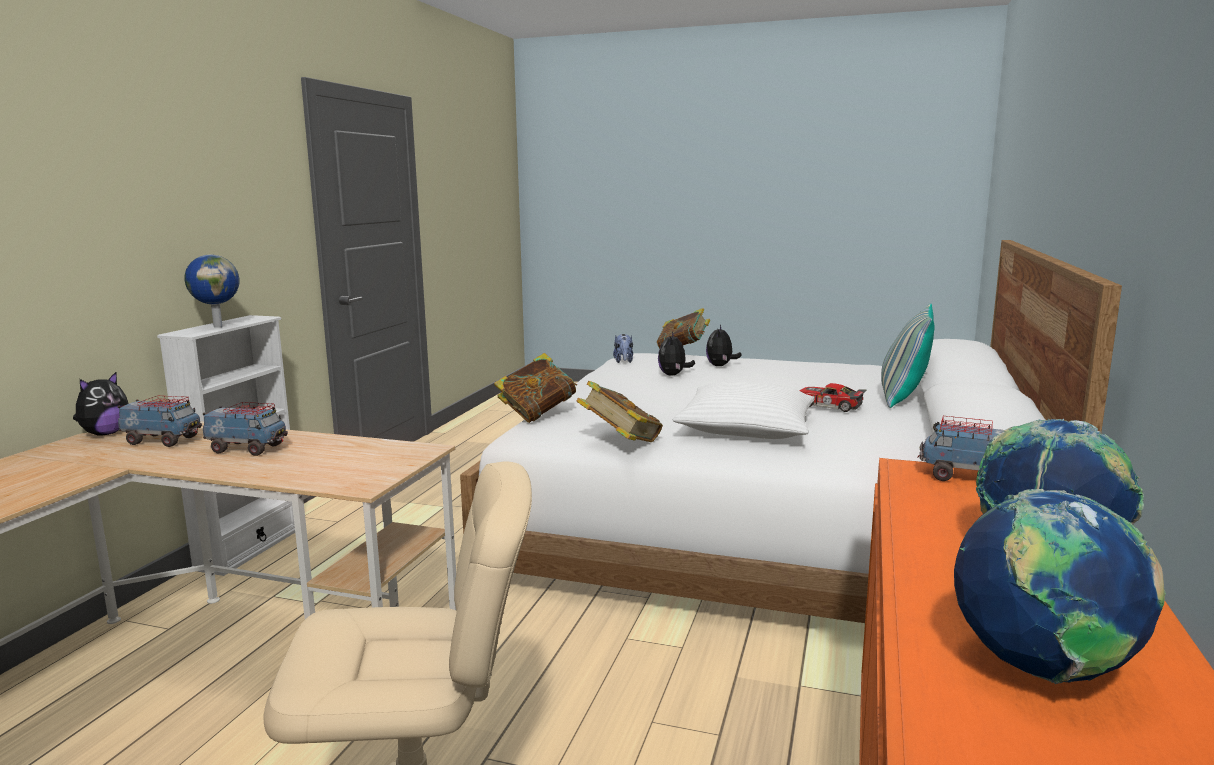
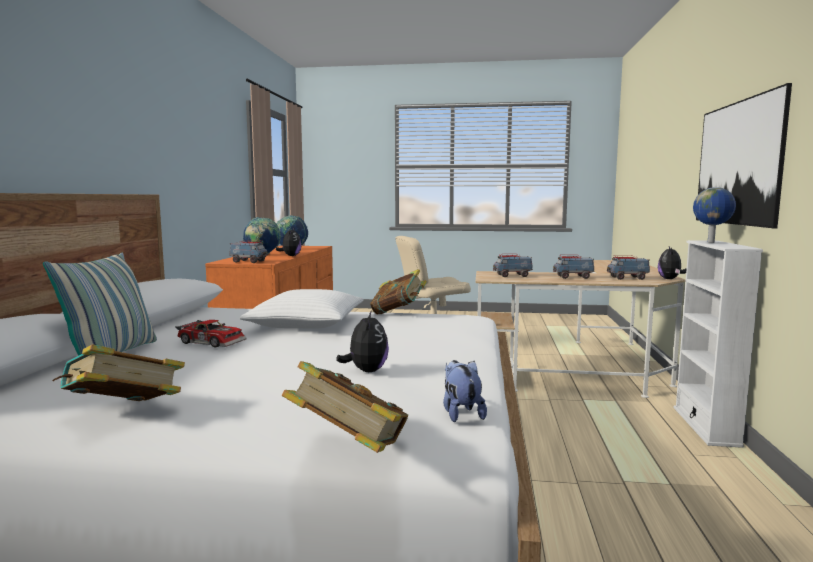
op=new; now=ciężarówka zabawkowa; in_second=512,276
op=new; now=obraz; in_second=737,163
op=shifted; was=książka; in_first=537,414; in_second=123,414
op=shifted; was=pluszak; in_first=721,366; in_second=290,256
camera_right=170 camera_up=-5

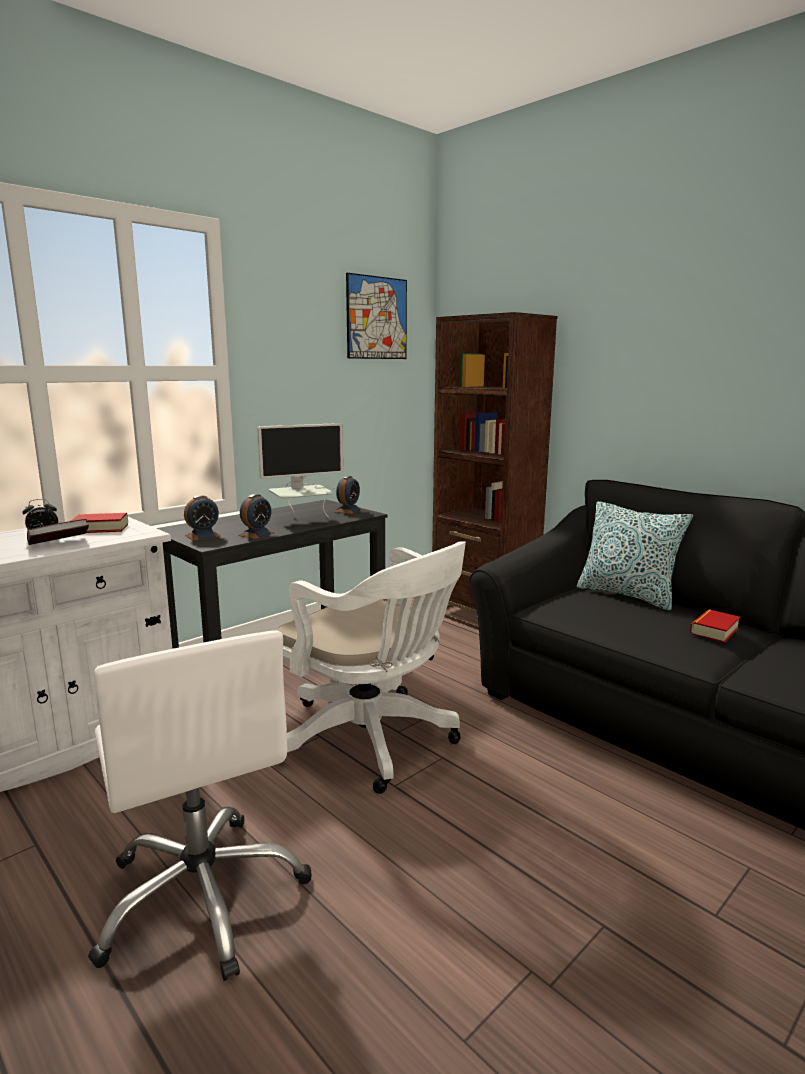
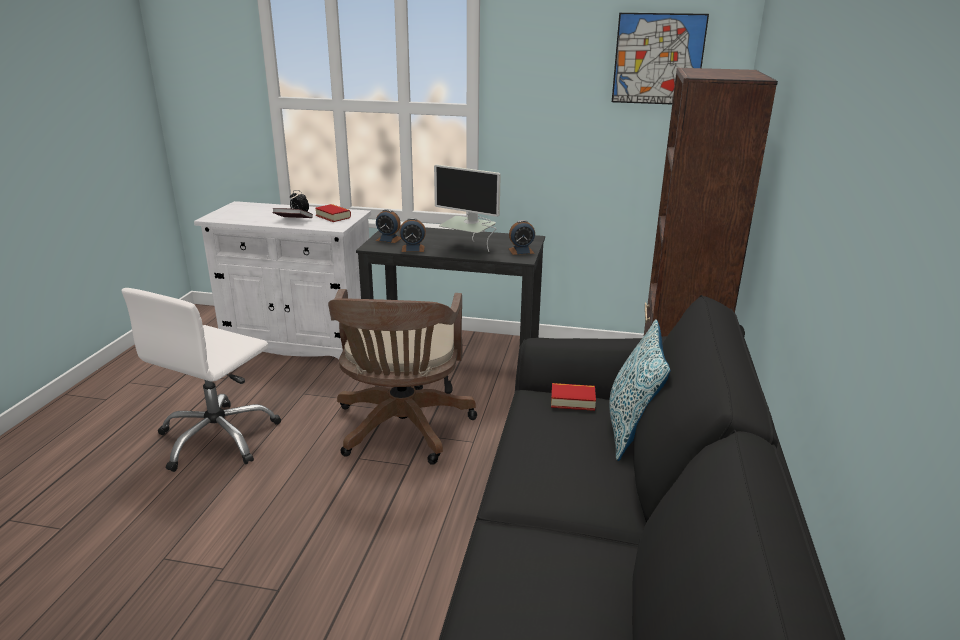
op=shifted; was=książka; in_first=714,631; in_second=572,401
op=repainted; was=krzesło biurowe [biały]; now=krzesło biurowe [brązowy]; in_first=373,740; in_second=402,430
camera_right=55 camera_up=10

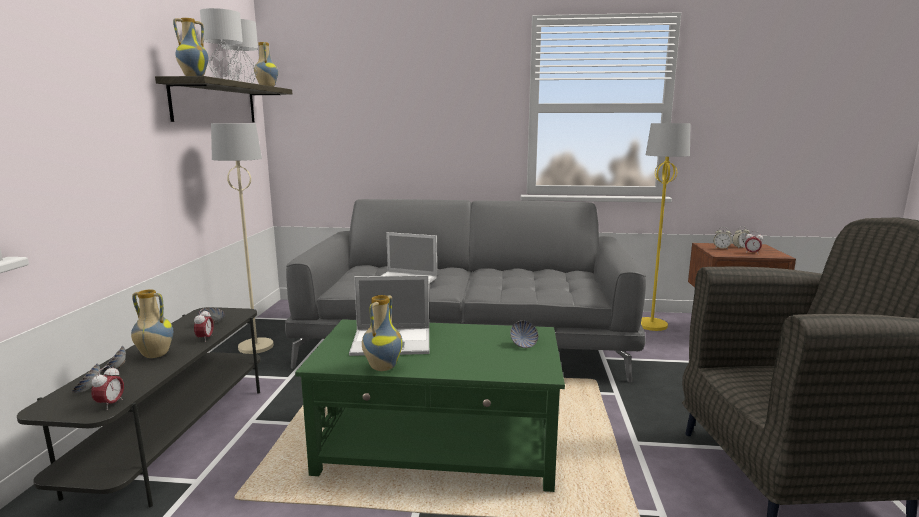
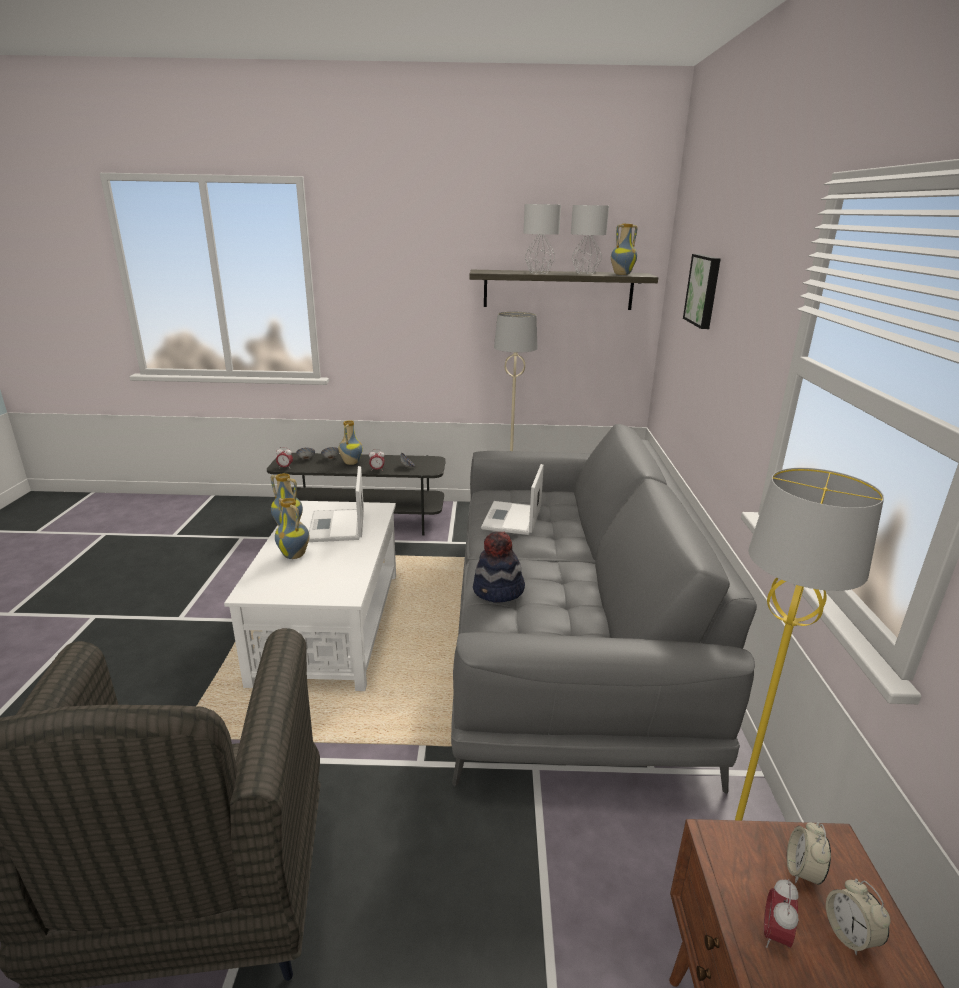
op=gone; was=miska; in_first=523,344
op=new; now=kapelusz; in_second=498,591
op=new; now=obraz; in_second=704,290
op=shifted; was=wazon; in_first=194,77; in_second=295,555
op=repainted; was=ława [zielony]; now=ława [biały]; in_first=439,445; in_second=329,625
camera_right=85 camera_up=10

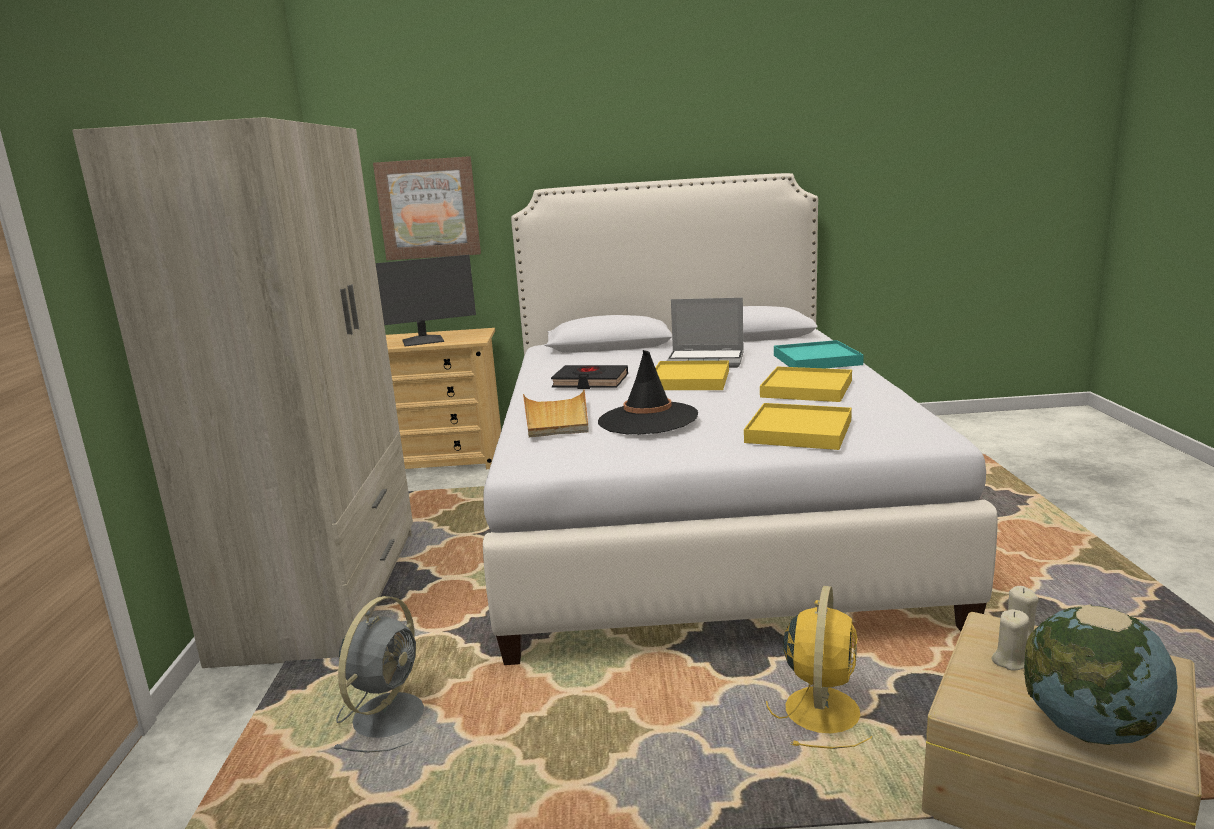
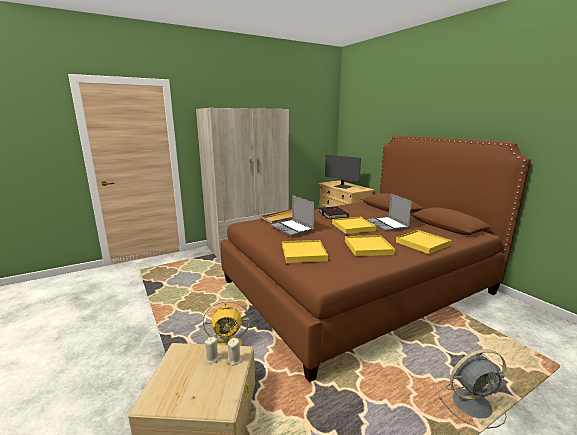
op=gone; was=obraz; in_first=428,208
op=gone; was=globus; in_first=1090,729
op=shifted; was=wentylator [szary]; in_first=391,714; in_second=473,403
op=swapped; was=kapelusz [czarny]; now=laptop; in_first=647,419; in_second=293,229
op=repainted; was=łóżko [biały]; now=łóżko [brązowy]; in_first=696,512; in_second=357,287
op=repainted; was=taca [turkusowy]; now=taca [żółty]; in_first=817,360; in_second=423,243
camera_right=60 camera_up=0

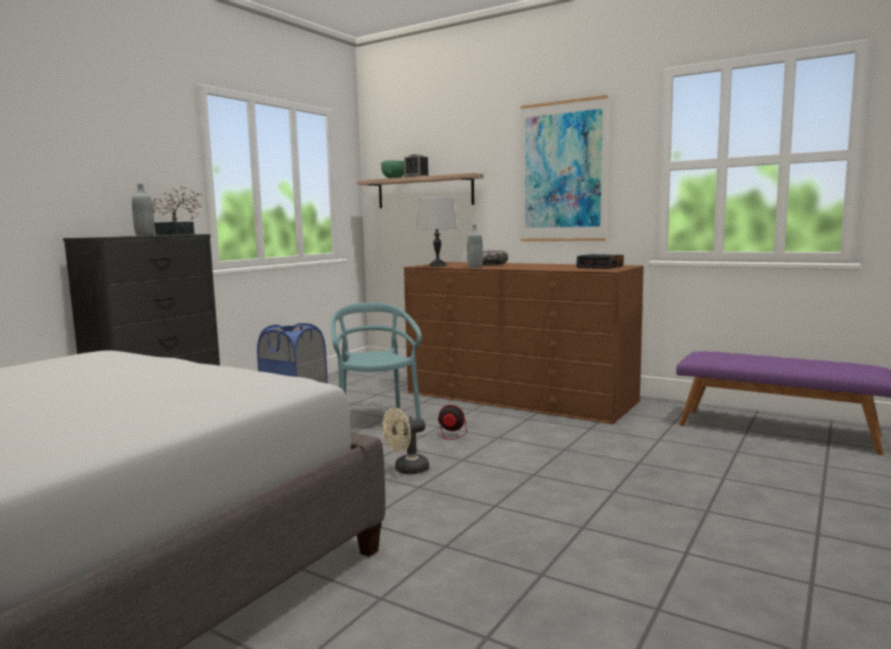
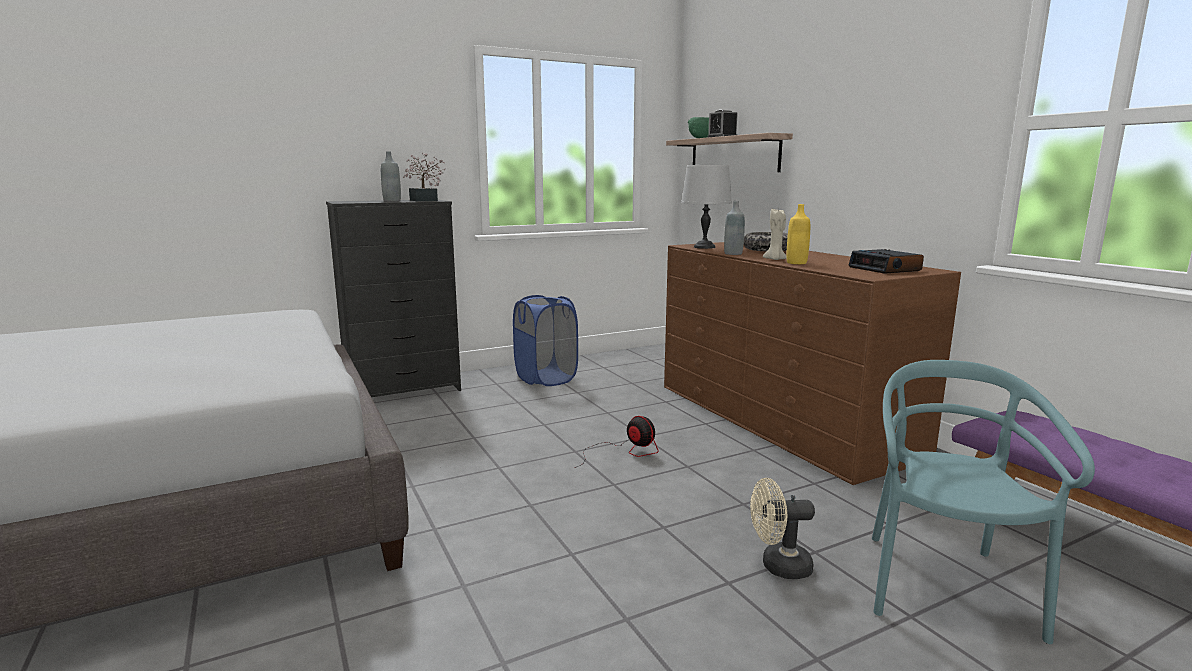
op=gone; was=obraz; in_first=562,172
op=new; now=świeca [beżowy]; in_second=775,259
op=new; now=butelka [żółty]; in_second=796,263
op=shifted; was=krzesło [turkusowy]; in_first=376,420; in_second=943,586
op=shifted; was=wentylator [beżowy]; in_first=406,470; in_second=778,566
camera_right=30 camera_up=5

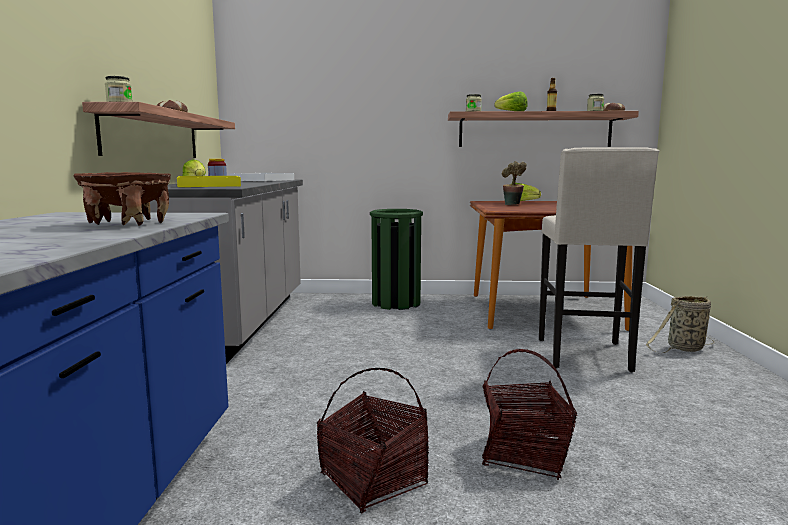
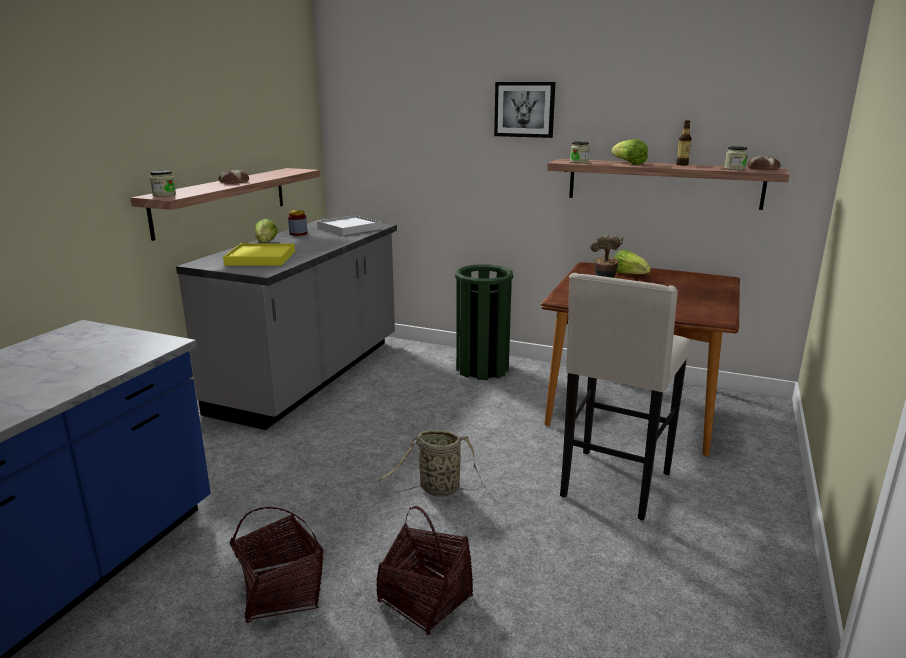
op=gone; was=miska [brązowy]; in_first=128,223
op=new; now=obraz; in_second=524,109
op=shifted; was=koszyk; in_first=683,349; in_second=436,490
camera_right=20 camera_up=10

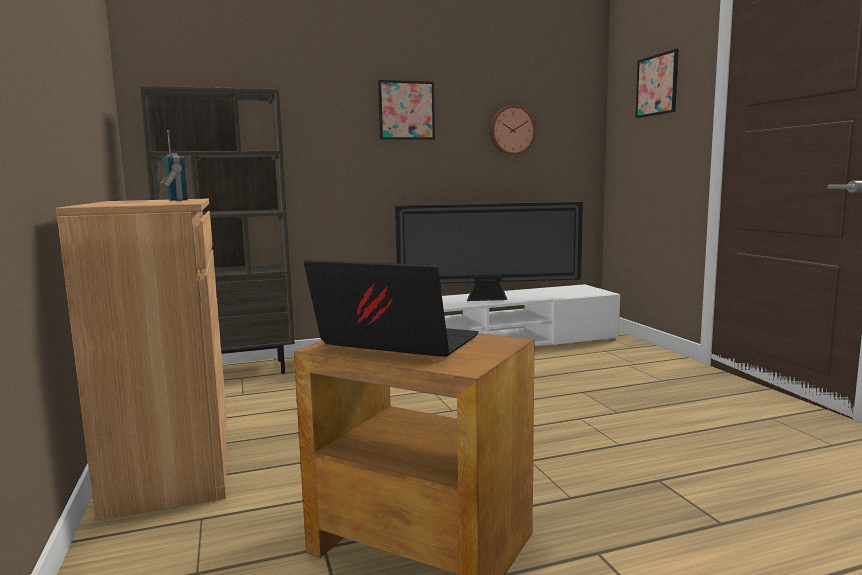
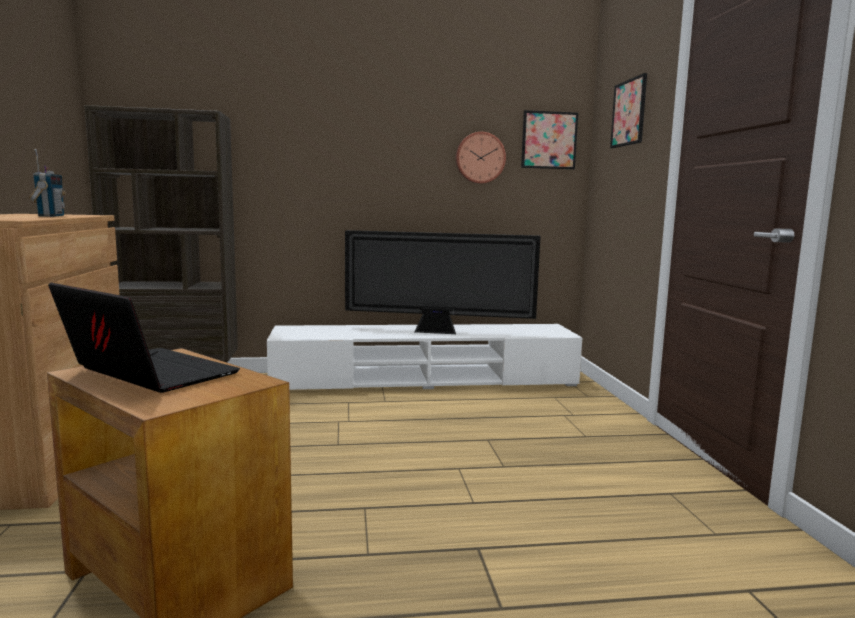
op=shifted; was=obraz; in_first=406,110; in_second=549,140
camera_right=10 camera_up=0

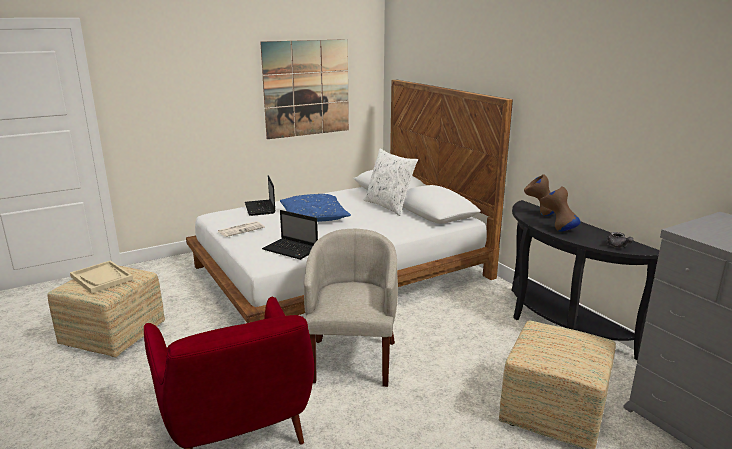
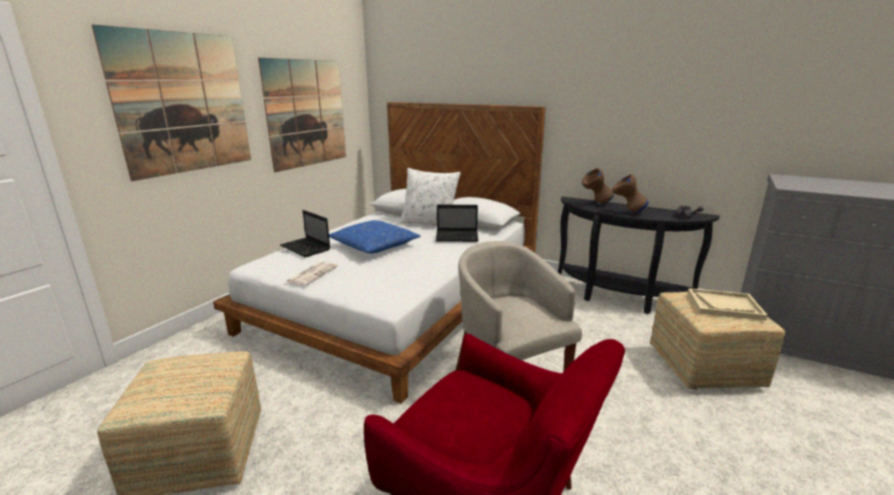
op=new; now=obraz; in_second=183,103
op=shifted; was=taca [beżowy]; in_first=102,278; in_second=724,306
op=shifted; was=laptop; in_first=291,250; in_second=458,237
camera_right=-30 camera_up=0

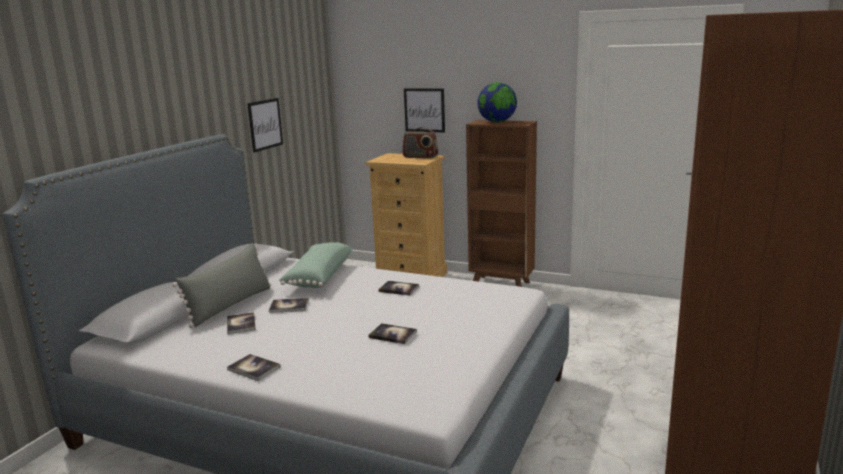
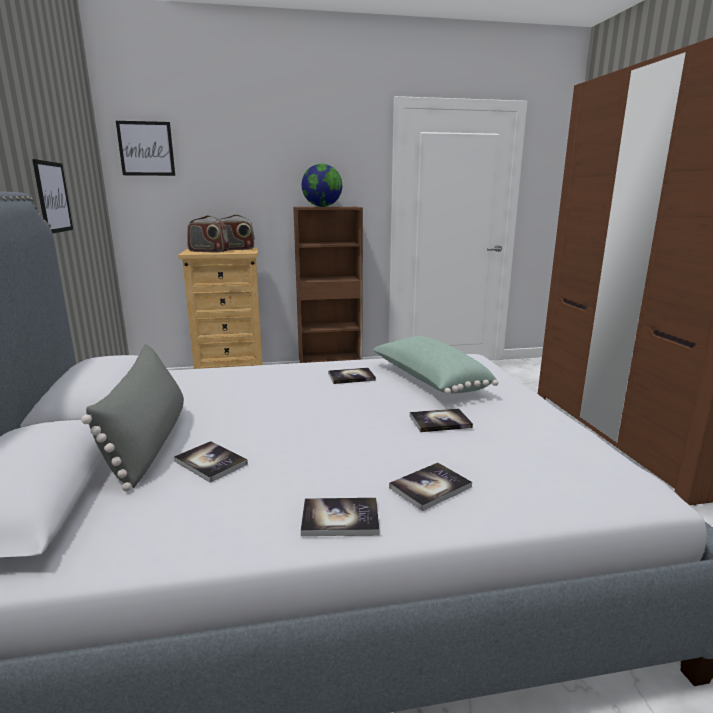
op=new; now=radio; in_second=208,251
op=shifted; was=książka; in_first=289,306; in_second=430,487
op=shifted; was=poduszka [zielony]; in_first=318,276; in_second=428,381
op=shifted; was=obraz; in_first=424,110; in_second=146,148
camera_right=-35 camera_up=0

